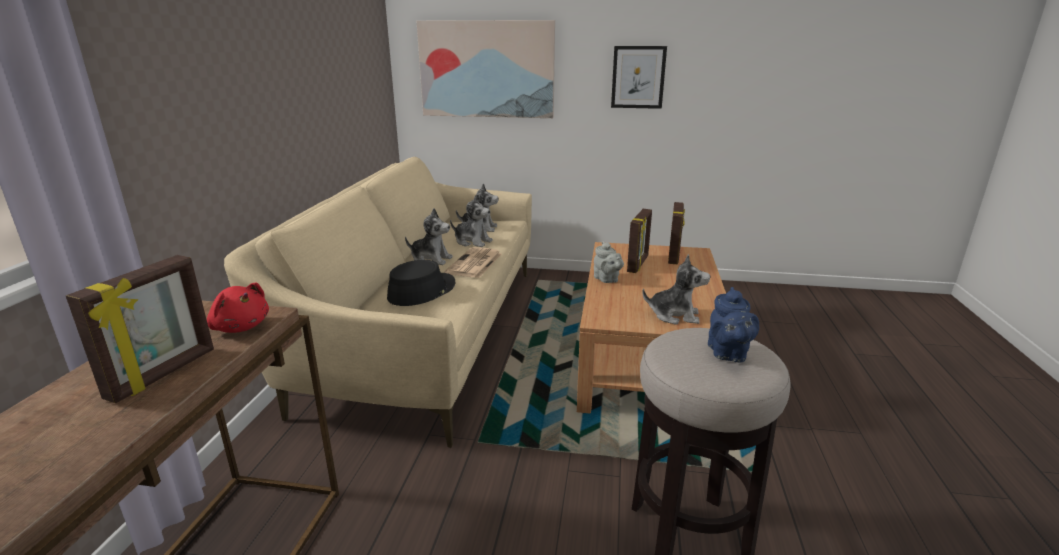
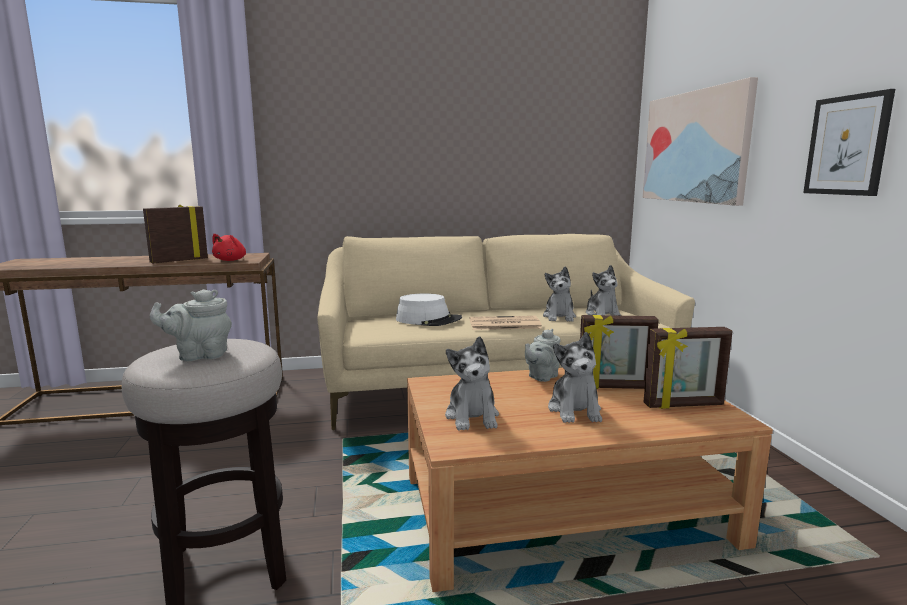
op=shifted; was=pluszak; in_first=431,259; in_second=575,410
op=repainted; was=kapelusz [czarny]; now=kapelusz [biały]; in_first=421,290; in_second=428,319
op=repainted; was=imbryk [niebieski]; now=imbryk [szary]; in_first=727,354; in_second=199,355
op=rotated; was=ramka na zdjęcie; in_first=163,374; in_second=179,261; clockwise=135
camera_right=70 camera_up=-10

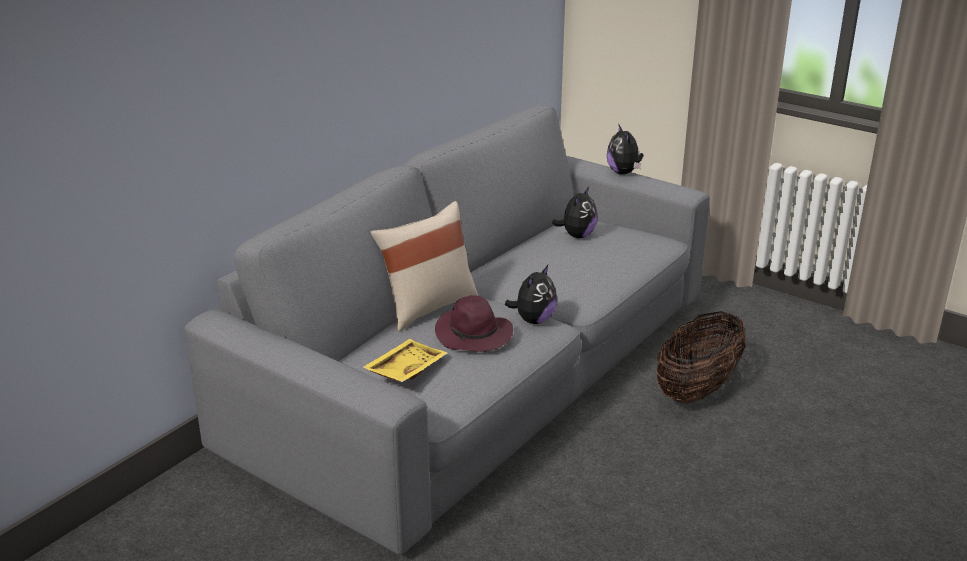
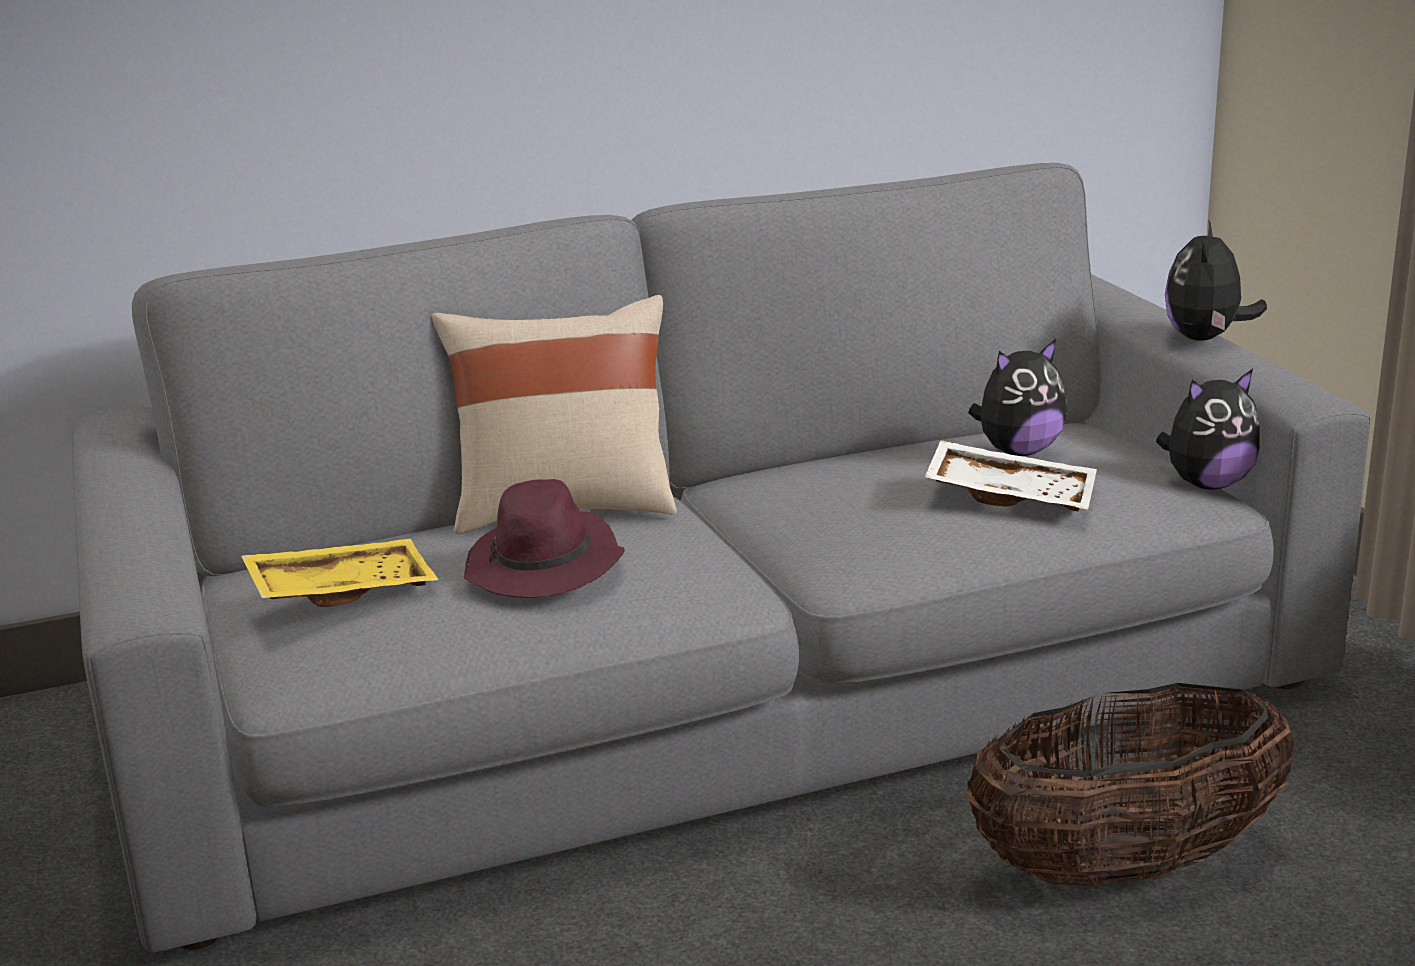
op=new; now=taca [biały]; in_second=1011,495
op=shifted; was=pluszak; in_first=533,320; in_second=1207,484
camera_right=35 camera_up=-5

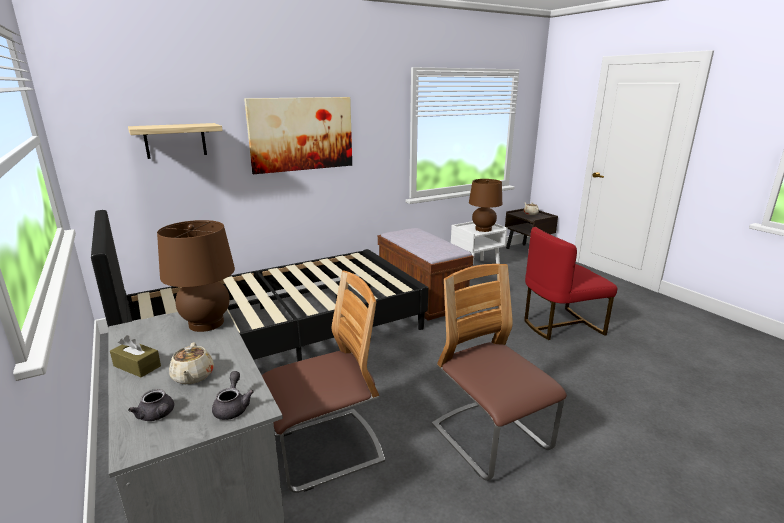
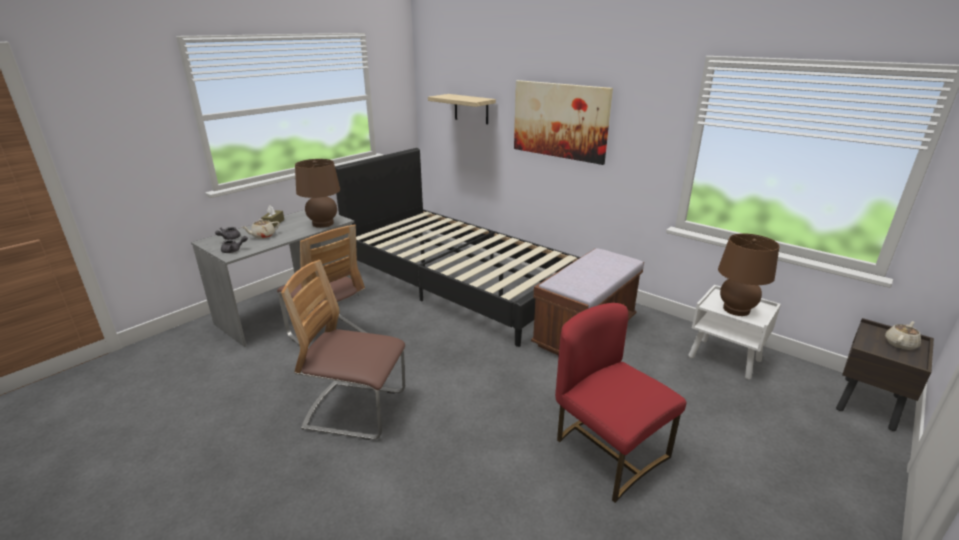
op=rotated; was=krzesło; in_first=490,439; in_second=356,410; clockwise=-120
camera_right=70 camera_up=5

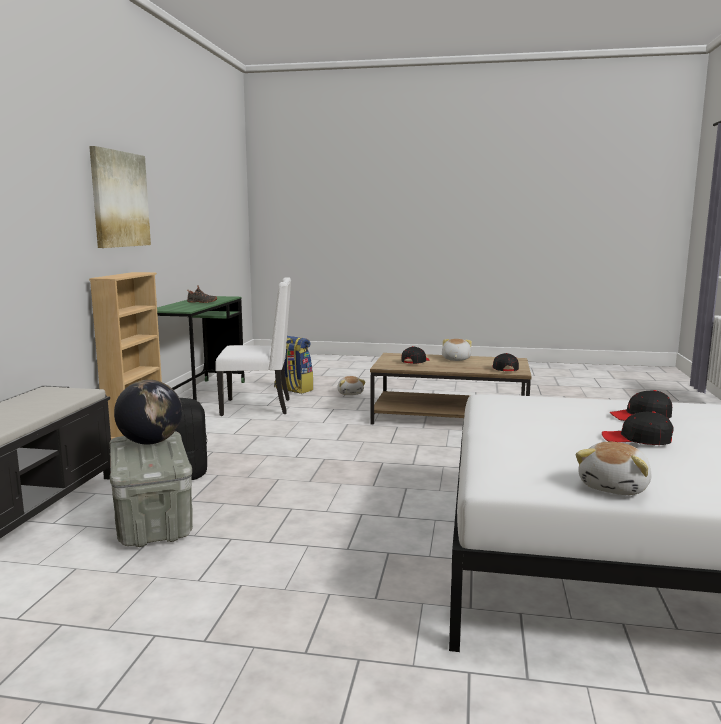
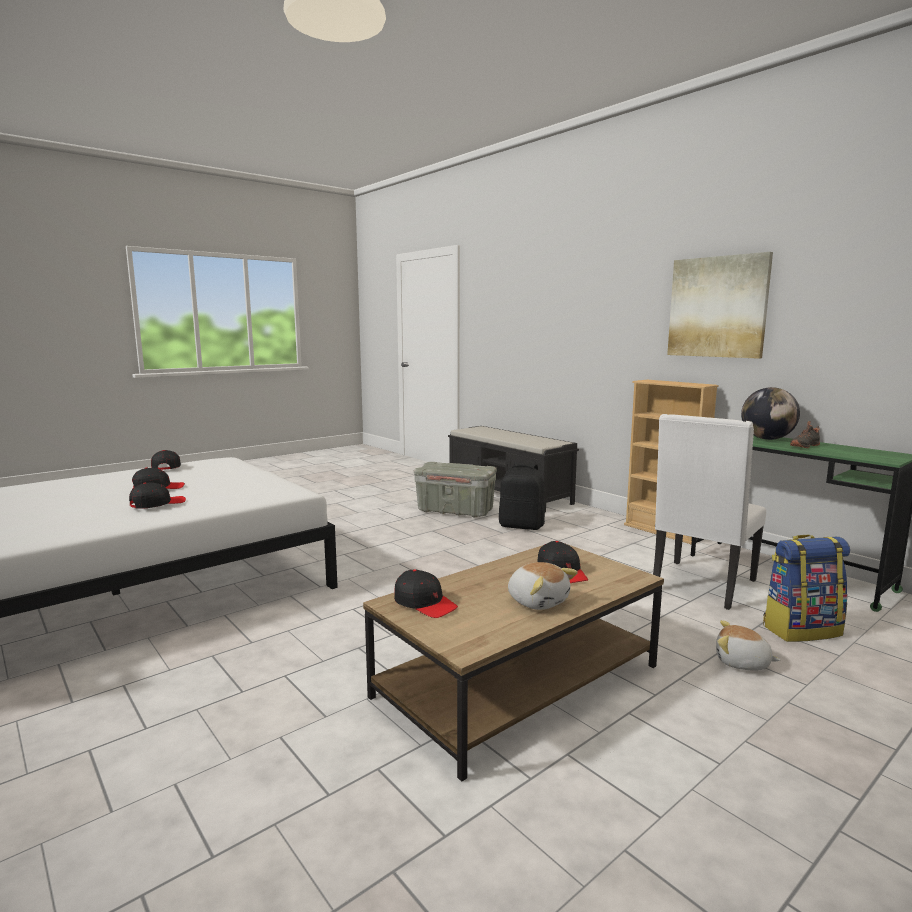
op=shifted; was=globus; in_first=151,442; in_second=767,439
op=swapped; was=pluszak; now=czapka z daszkiem [czarny]; in_first=615,487; in_second=166,467
camera_right=130 camera_up=0

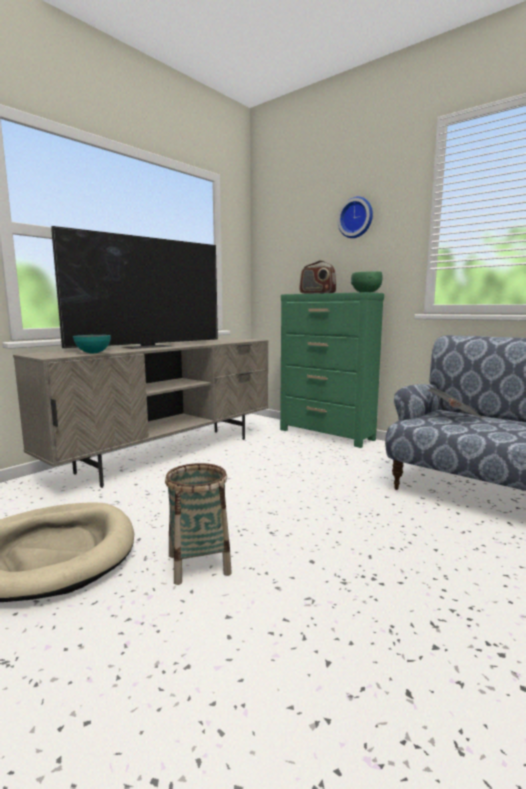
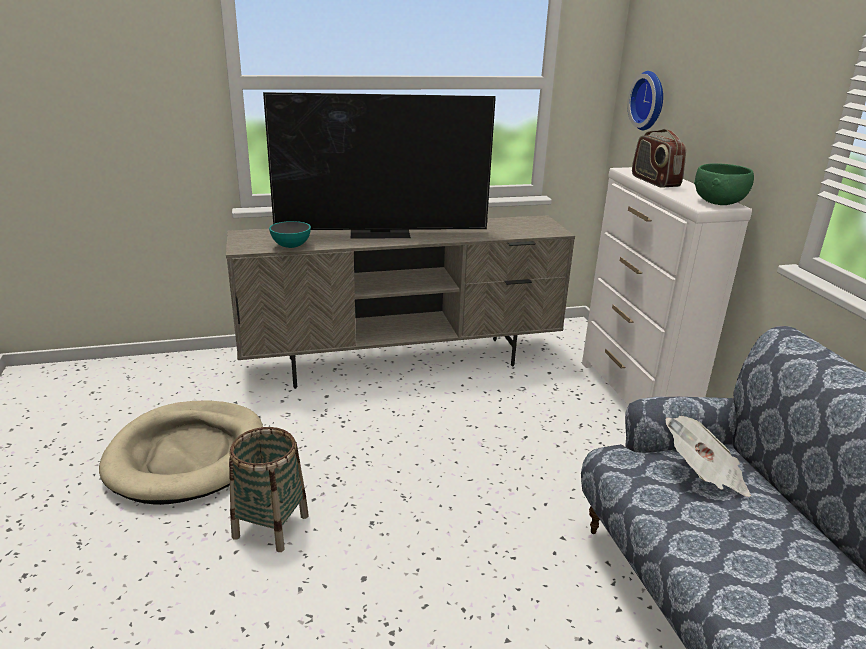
op=shifted; was=zegar ścienny; in_first=356,218; in_second=650,100
op=repainted; was=komoda [zielony]; now=komoda [biały]; in_first=326,435; in_second=634,396
camera_right=35 camera_up=15

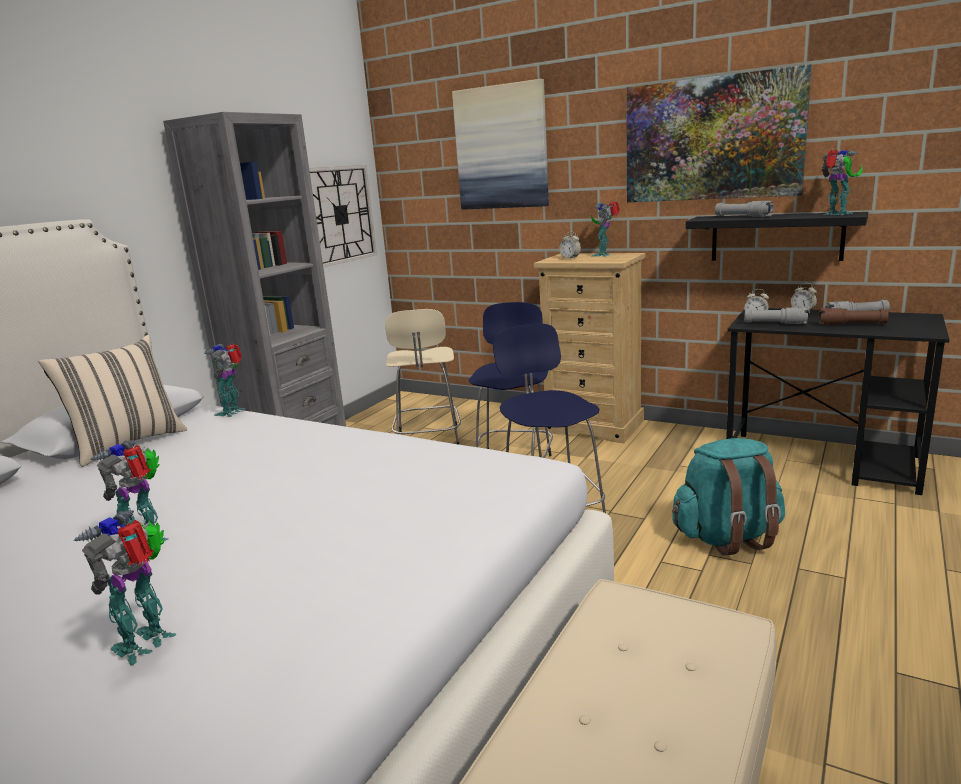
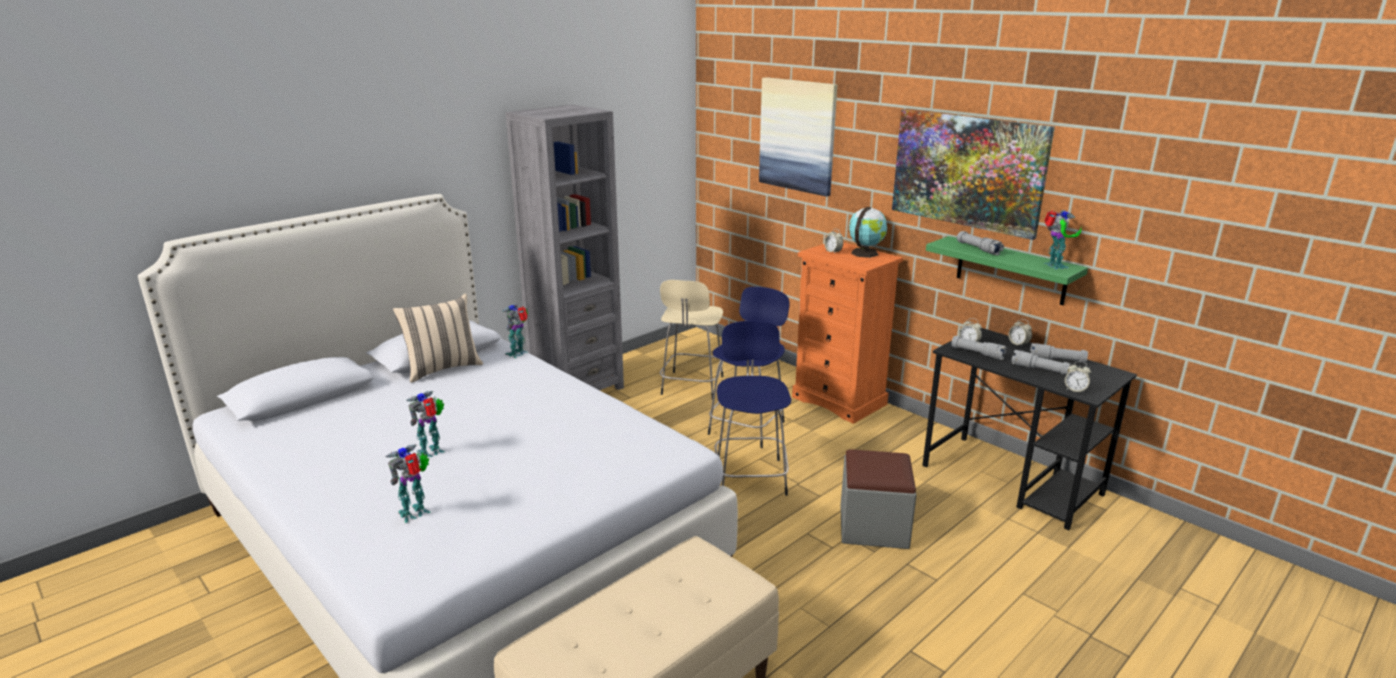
op=gone; was=zegar ścienny; in_first=339,215
op=new; now=budzik; in_second=1075,390
op=swapped; was=robot zabawkowy; now=globus; in_first=603,255; in_second=865,253
op=swapped; was=plecak [turkusowy]; now=pufa [szary]; in_first=728,537; in_second=873,527
op=repainted; was=komoda [beżowy]; now=komoda [pomarańczowy]; in_first=594,426; in_second=839,400
op=repainted; was=półka [czarny]; now=półka [zielony]; in_first=776,237; in_second=1011,270
op=repainted; was=latarka [brązowy]; now=latarka [szary]; in_first=852,324; in_second=1039,370
camera_right=15 camera_up=5

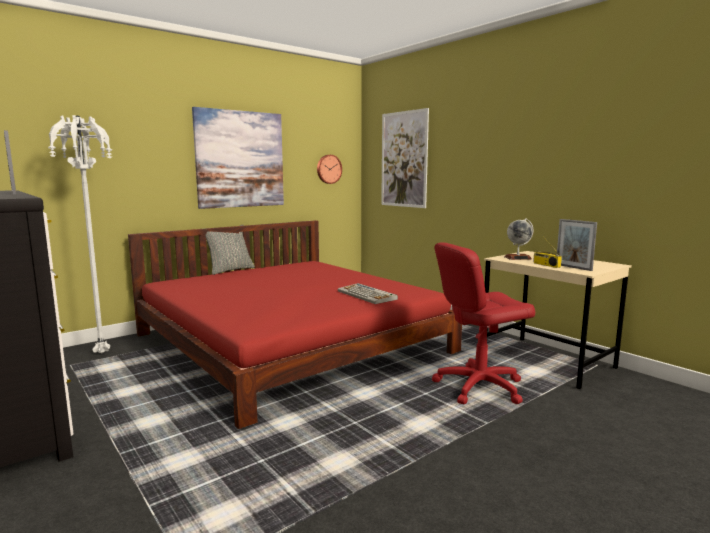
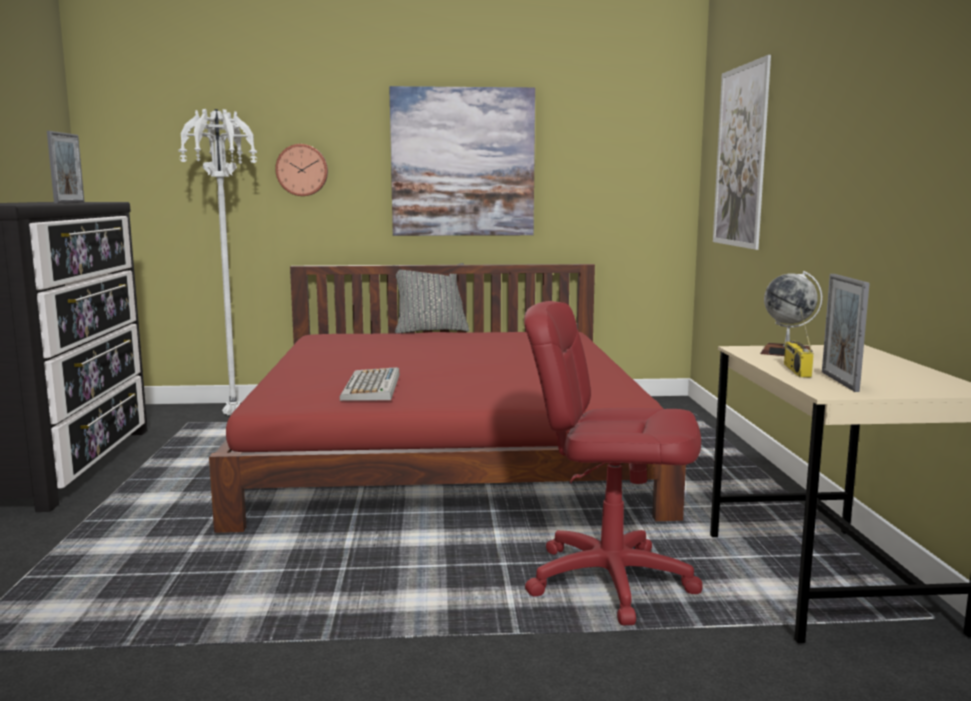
op=shifted; was=zegar ścienny; in_first=328,169; in_second=302,170
op=shifted; was=klawiatura; in_first=367,295; in_second=372,387
camera_right=35 camera_up=0

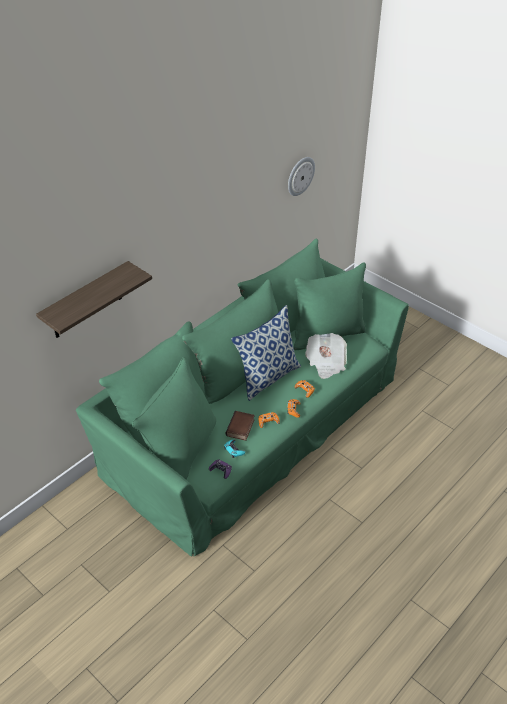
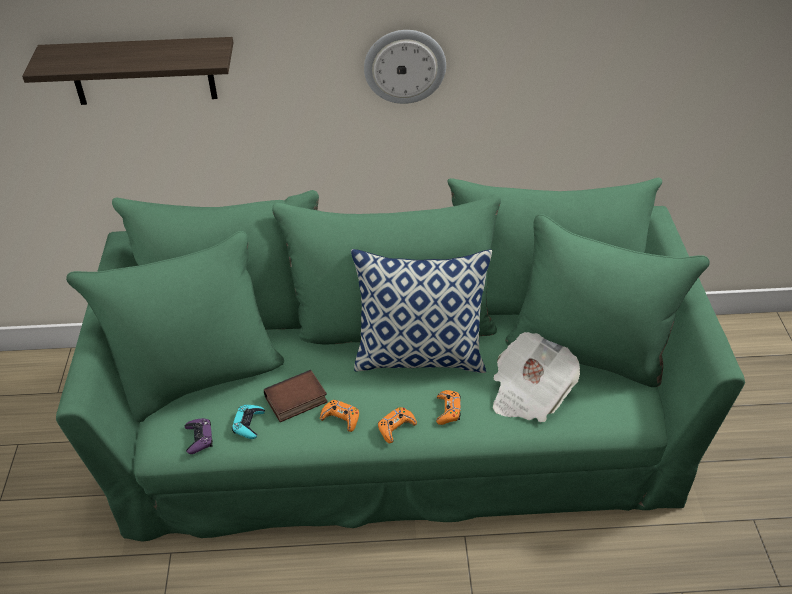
op=shifted; was=zegar ścienny; in_first=300,176; in_second=404,66
camera_right=45 camera_up=0

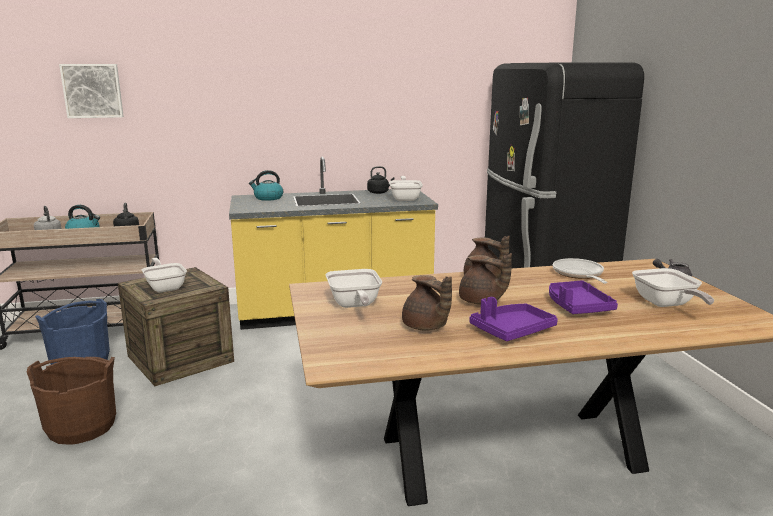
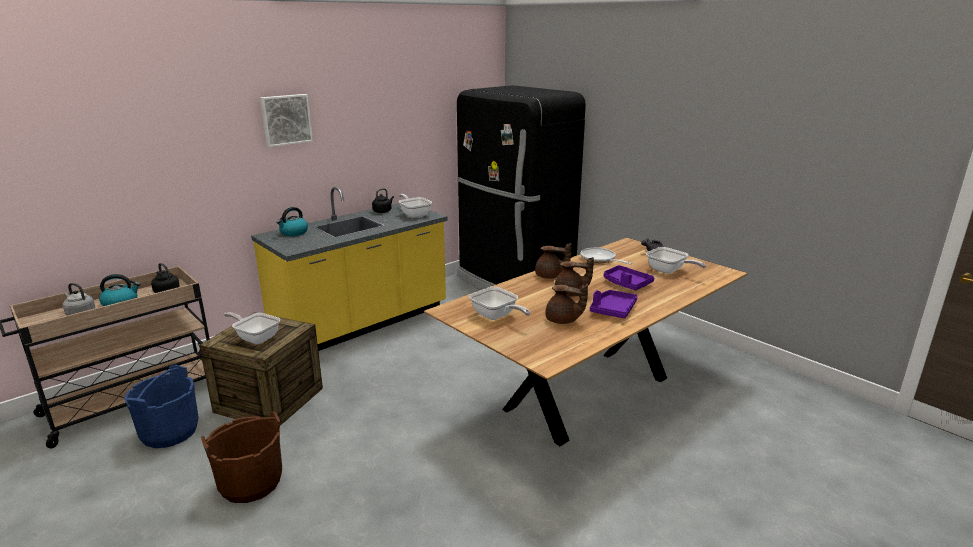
op=shifted; was=obraz; in_first=93,91; in_second=286,119
camera_right=-30 camera_up=5

